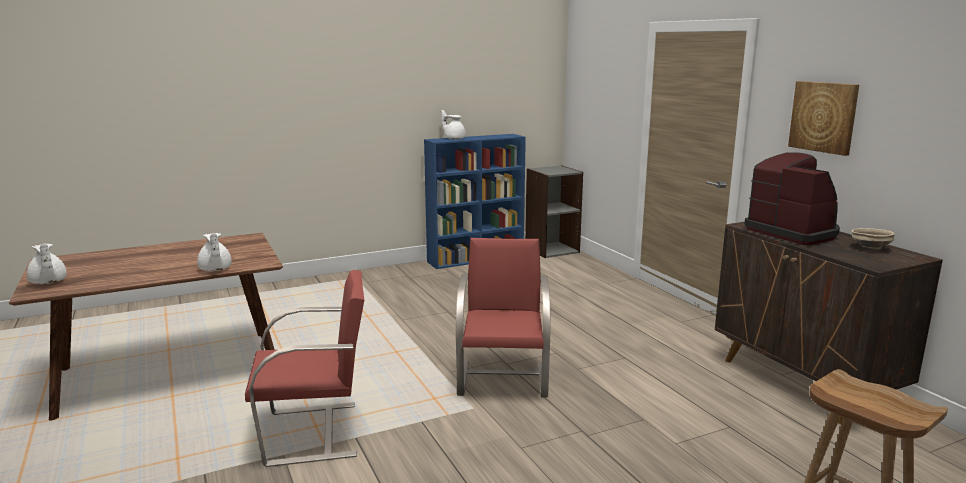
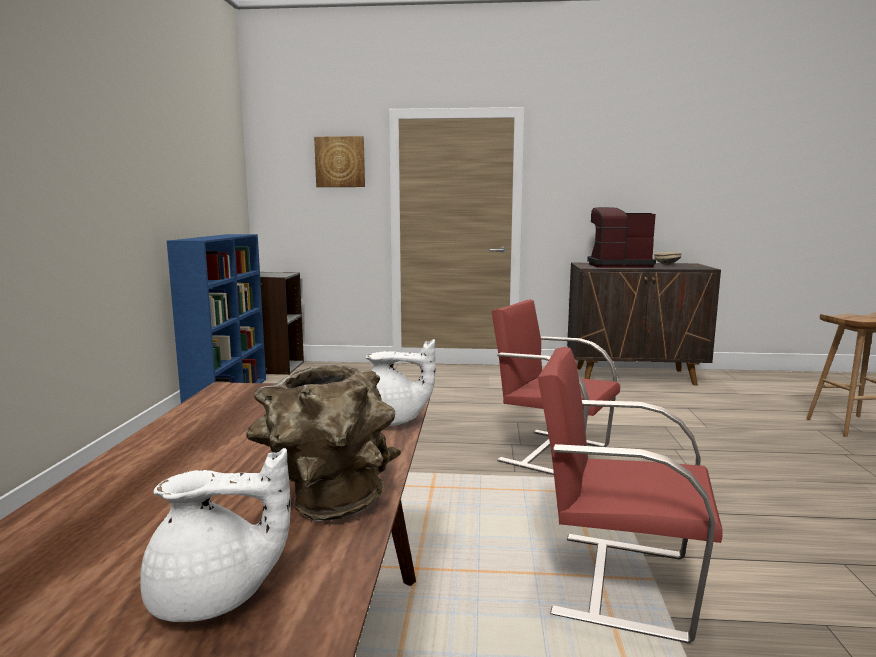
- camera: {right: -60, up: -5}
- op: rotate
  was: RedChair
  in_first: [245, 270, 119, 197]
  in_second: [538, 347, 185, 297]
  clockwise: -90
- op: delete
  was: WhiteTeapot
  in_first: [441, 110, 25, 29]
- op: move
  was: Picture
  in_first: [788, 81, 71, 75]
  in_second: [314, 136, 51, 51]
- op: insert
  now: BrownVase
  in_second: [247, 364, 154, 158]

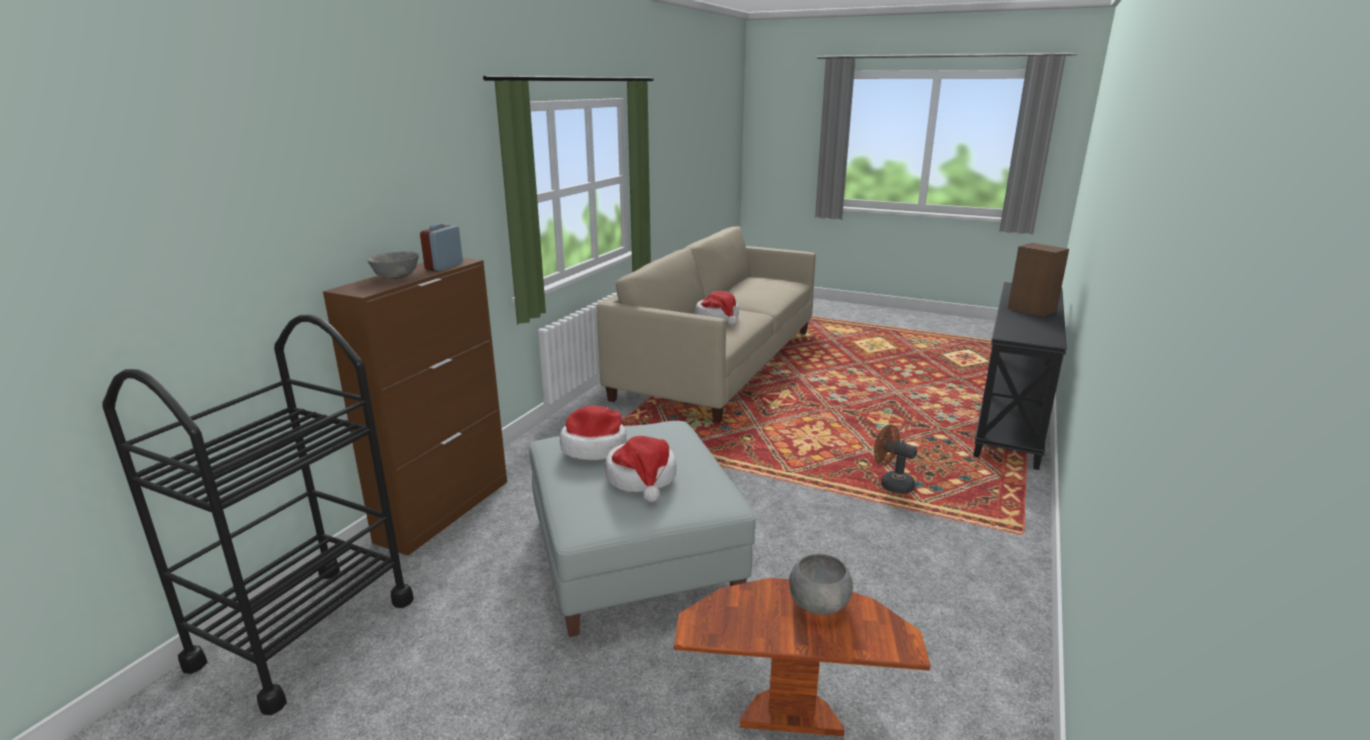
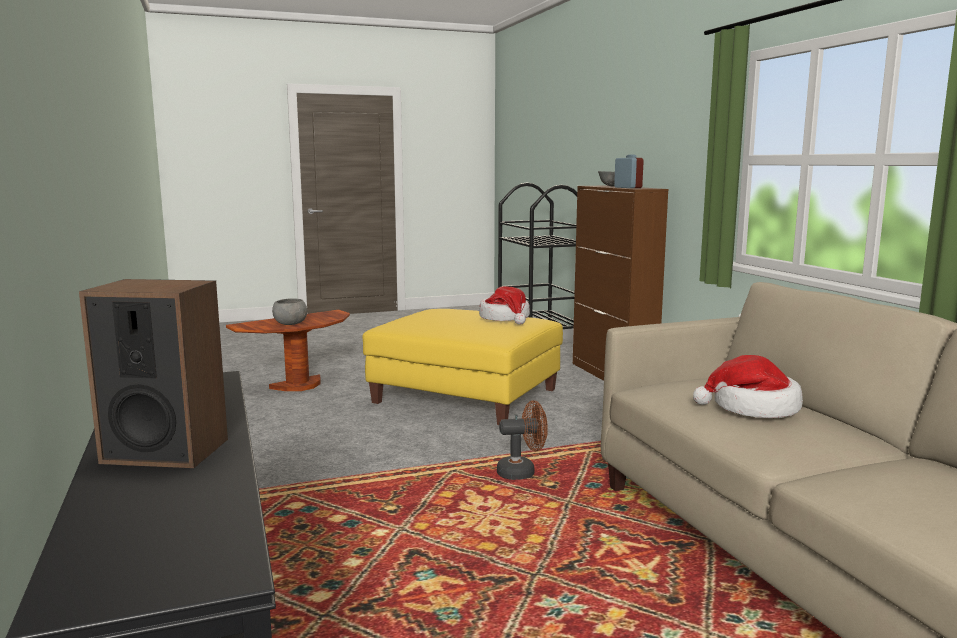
- camera: {right: 135, up: -10}
- op: recolor
  was: GreyOttoman
  now: YellowOttoman
  in_first: [529, 421, 227, 216]
  in_second: [362, 309, 201, 116]
- op: delete
  was: Hat
  in_first: [605, 436, 72, 66]
- op: move
  was: BrownFan
  in_first: [874, 424, 43, 70]
  in_second: [497, 400, 51, 80]

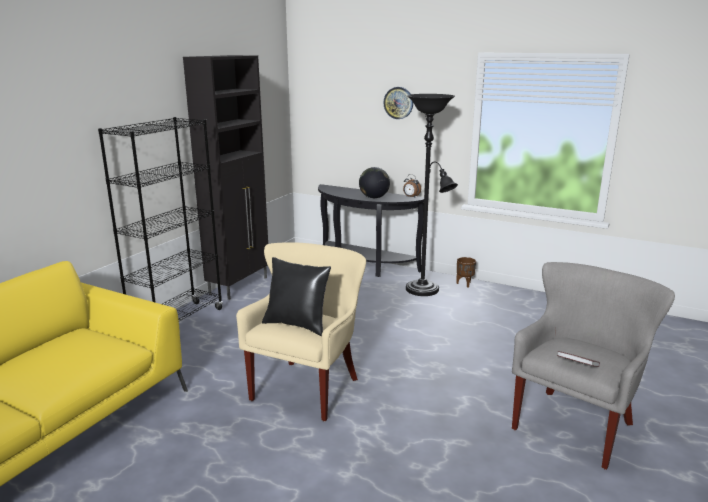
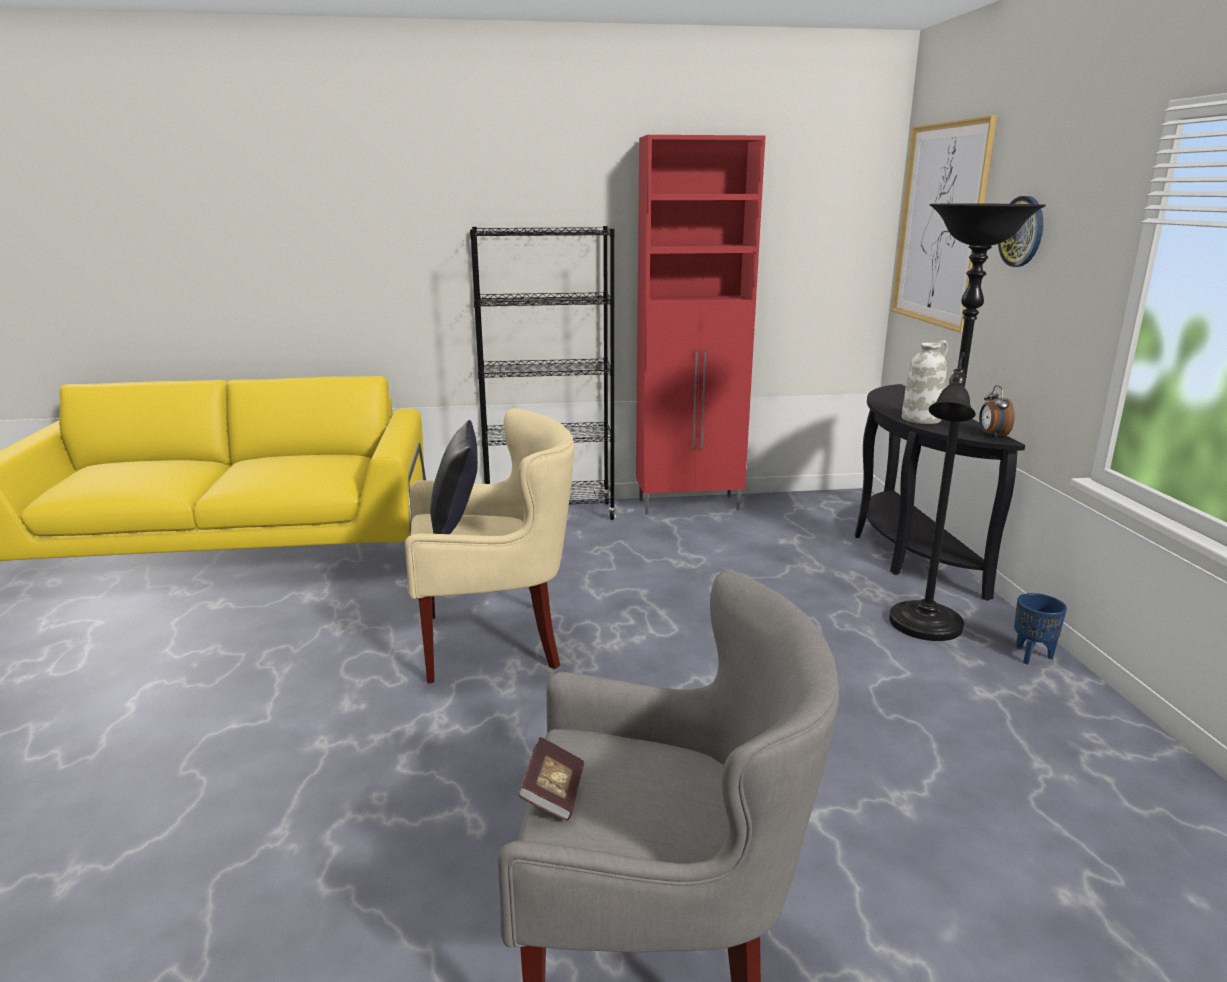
- camera: {right: 55, up: 0}
- op: recolor
  was: BlackCabinet
  now: RedCabinet
  in_first: [183, 55, 85, 245]
  in_second: [636, 135, 130, 380]
- op: replace
  was: Globe
  now: WhiteVase
  in_first: [359, 167, 31, 31]
  in_second: [902, 340, 46, 84]
- op: recolor
  was: BrownPlanter
  now: BluePlanter
  in_first: [457, 257, 19, 31]
  in_second: [1014, 593, 53, 72]
- op: insert
  now: Picture
  in_second: [891, 115, 106, 218]

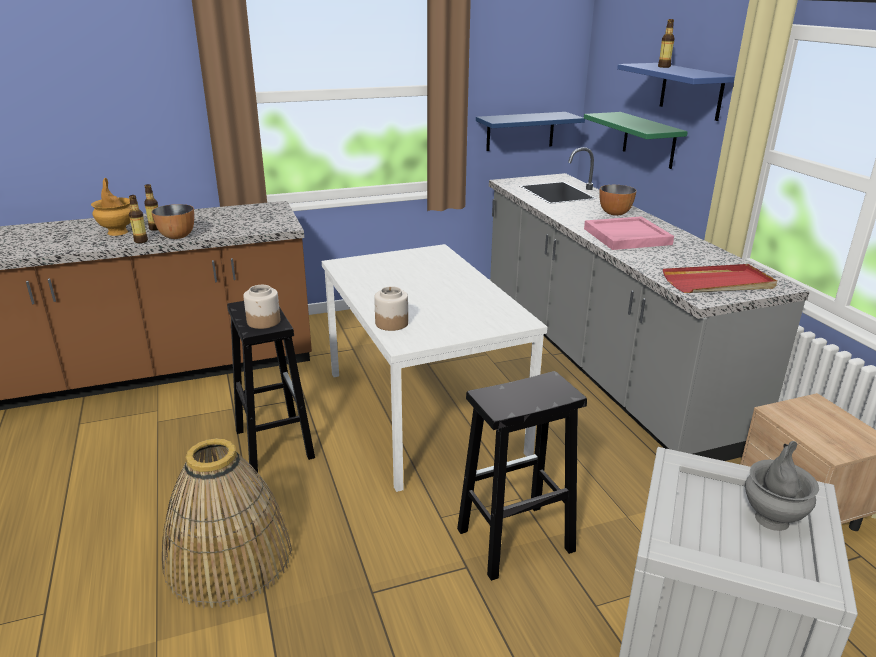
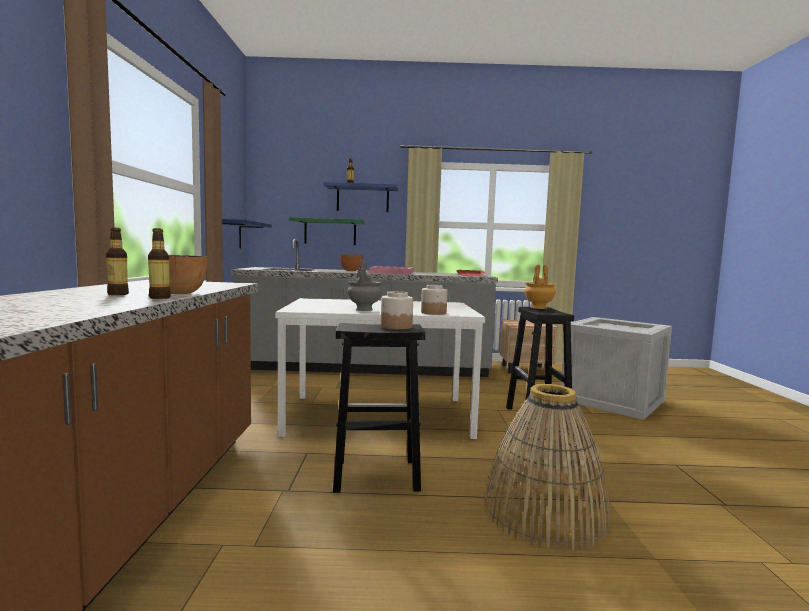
- camera: {right: -70, up: -20}
- op: move
  was: BrownVase
  in_first: [91, 178, 40, 58]
  in_second: [524, 264, 32, 45]
- op: move
  was: GreyVase
  in_first: [745, 441, 74, 90]
  in_second: [347, 260, 35, 51]

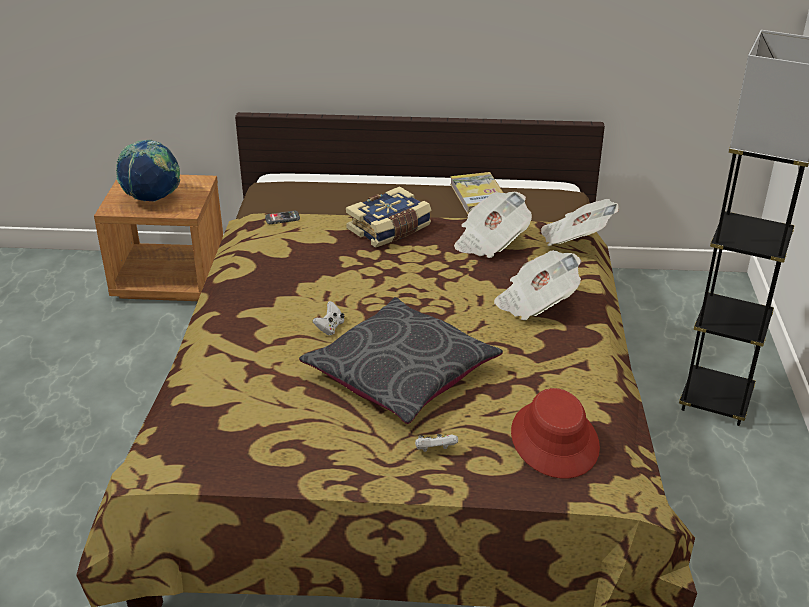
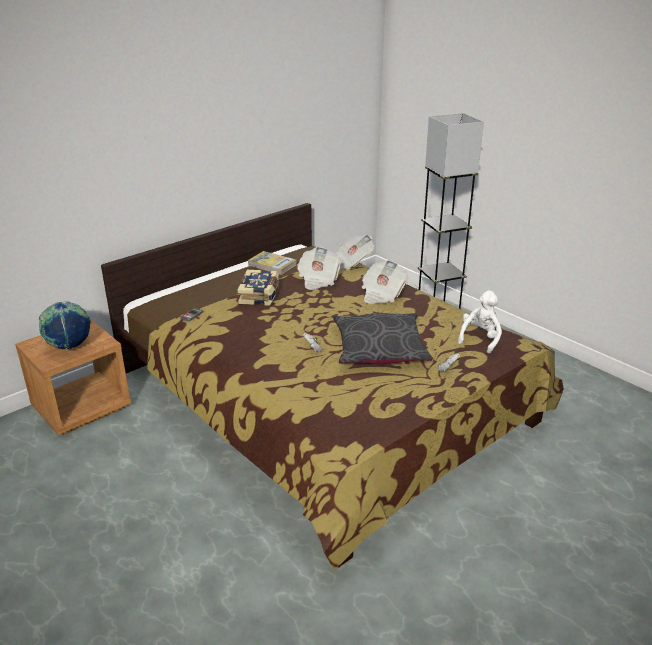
- camera: {right: -45, up: -5}
- op: replace
  was: RedHat
  now: WhitePlushToy
  in_first: [511, 388, 89, 90]
  in_second: [457, 291, 45, 63]

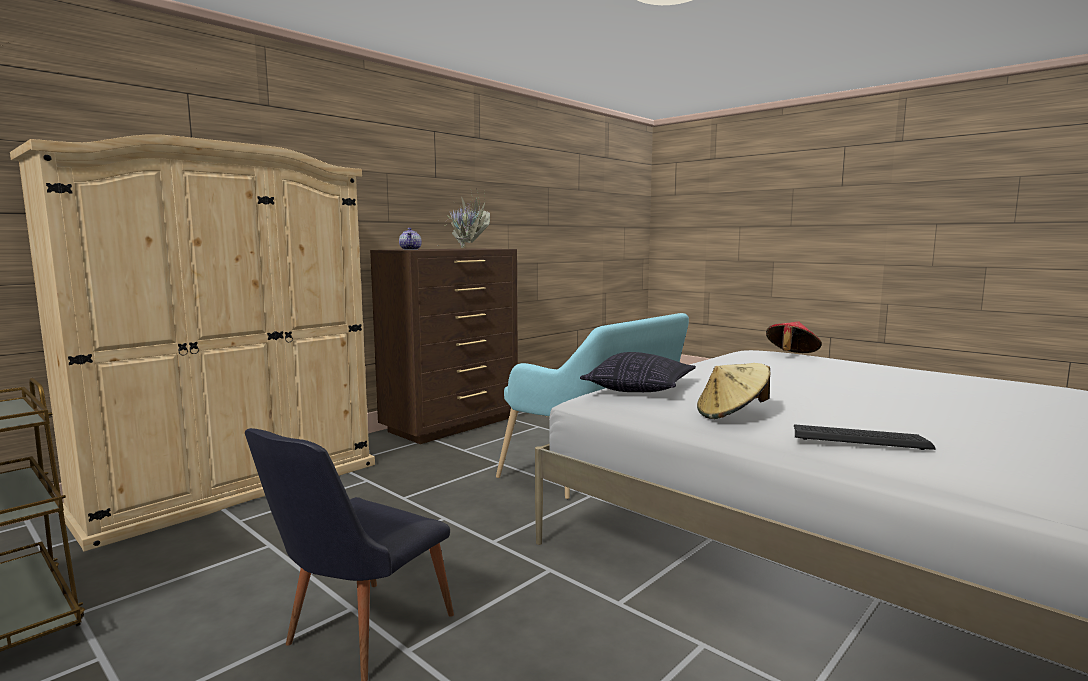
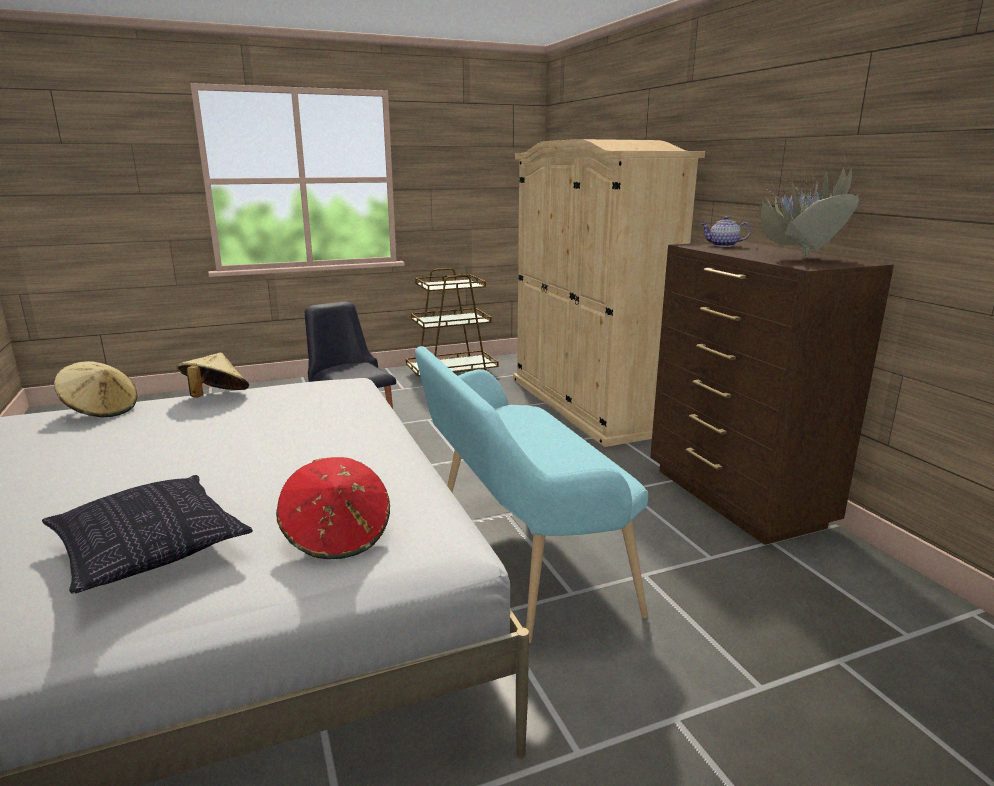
- camera: {right: 115, up: 10}
- op: move
  was: Pillow
  in_first: [580, 352, 116, 40]
  in_second: [42, 475, 211, 118]
- op: replace
  was: Keyboard
  now: BeigeHat
  in_first: [794, 424, 142, 26]
  in_second: [54, 361, 83, 57]

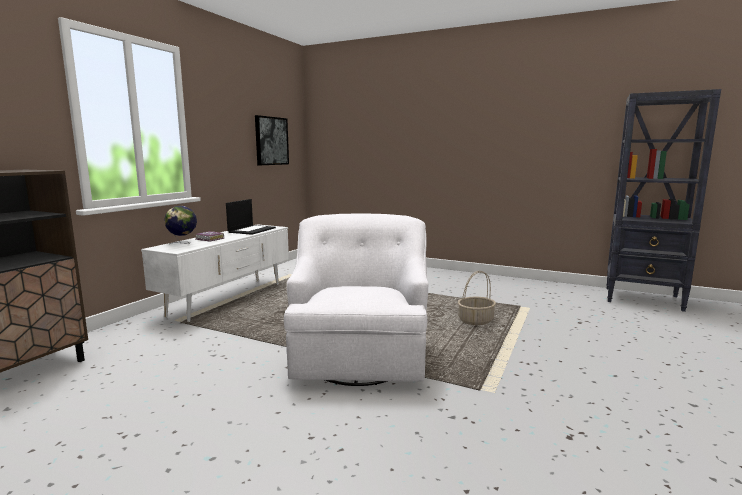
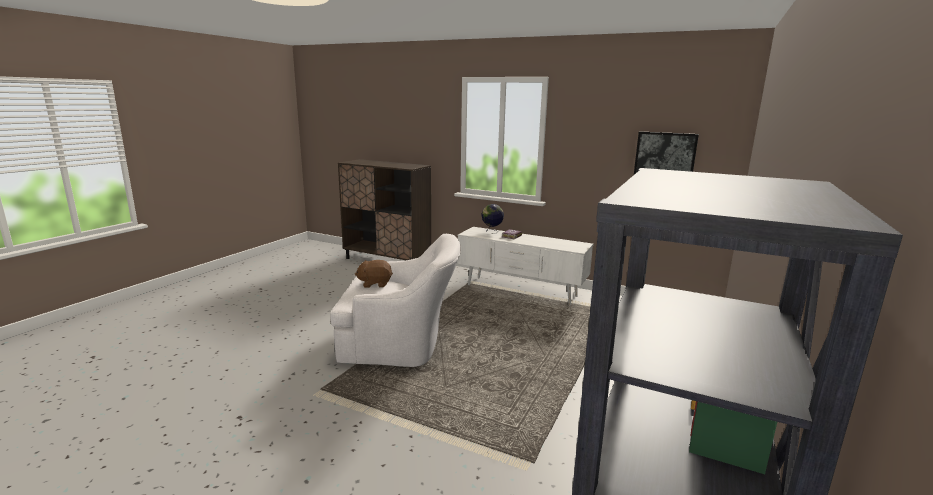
- camera: {right: 90, up: 5}
- op: delete
  was: Laptop
  in_first: [226, 199, 50, 36]
- op: delete
  was: Basket
  in_first: [458, 271, 38, 54]
- op: insert
  now: BrownPlushToy
  in_second: [355, 260, 38, 28]

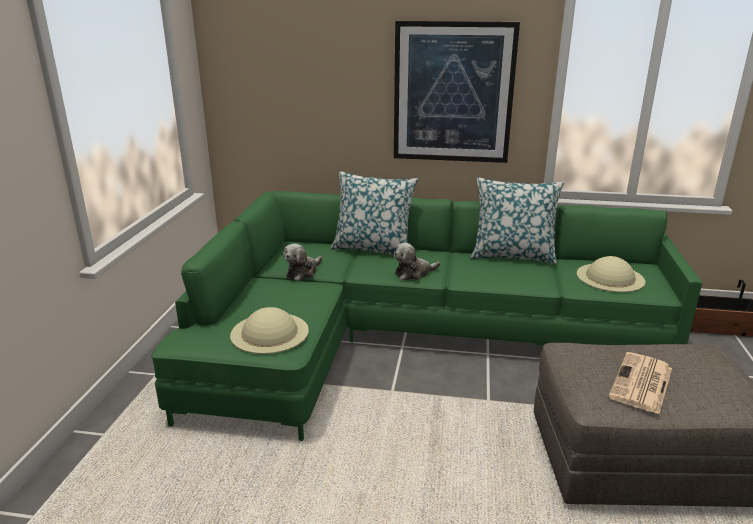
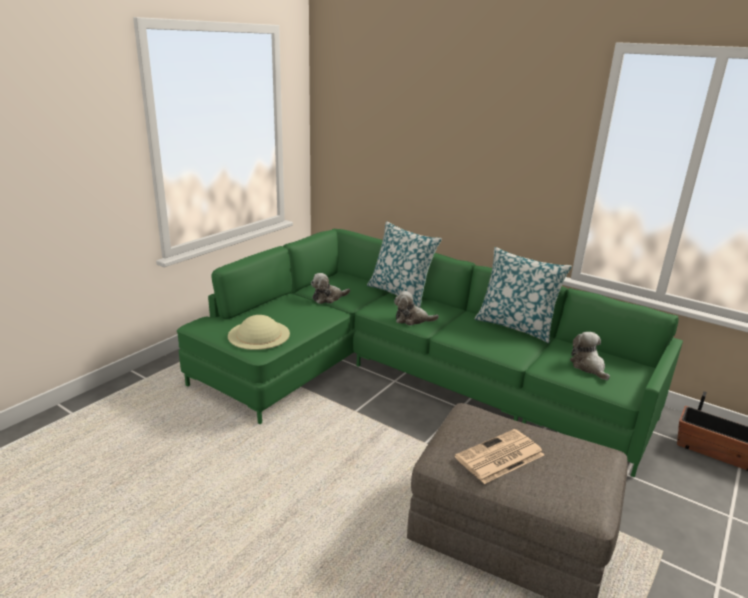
- camera: {right: 25, up: 0}
- op: delete
  was: Picture
  in_first: [394, 21, 126, 142]
- op: replace
  was: BeigeHat
  now: PlushToy
  in_first: [577, 256, 69, 36]
  in_second: [570, 332, 40, 48]

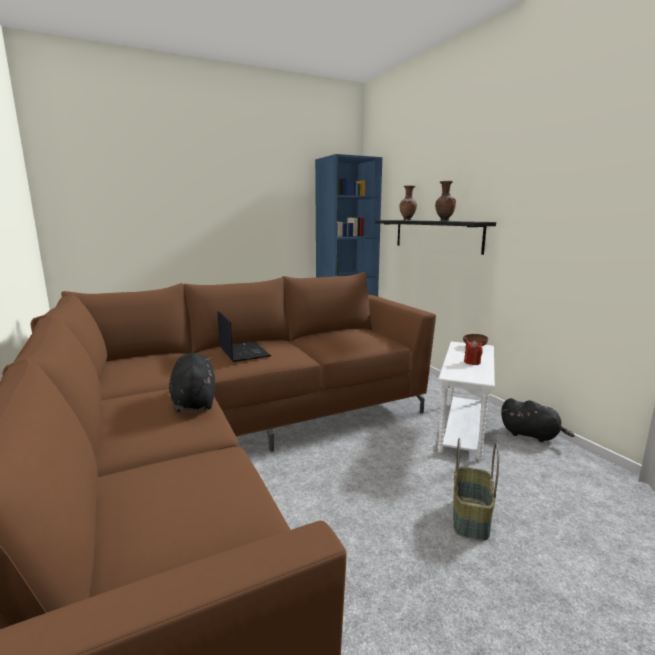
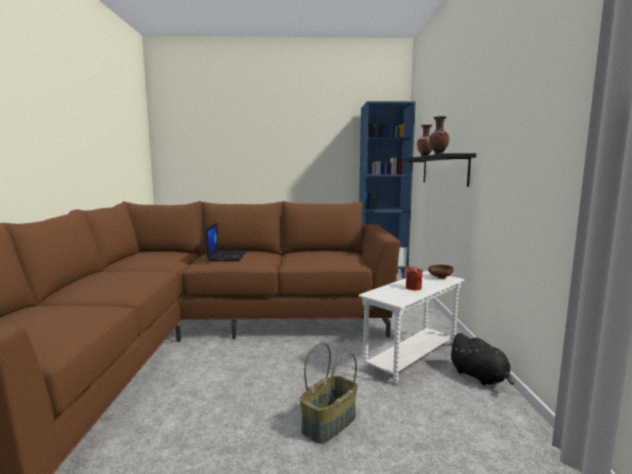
- camera: {right: 25, up: -5}
- op: delete
  was: BlackPlushToy
  in_first: [169, 353, 46, 59]

